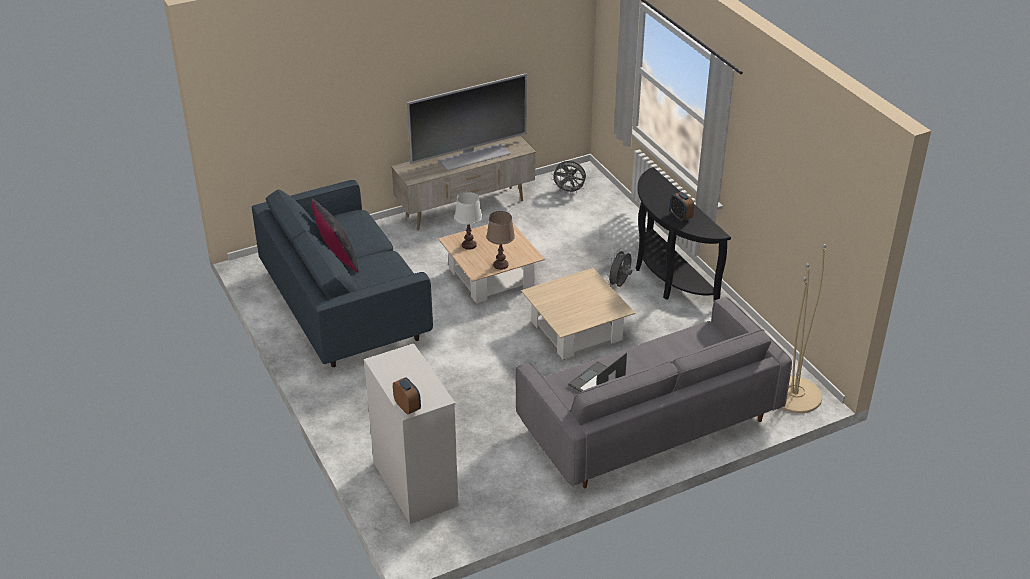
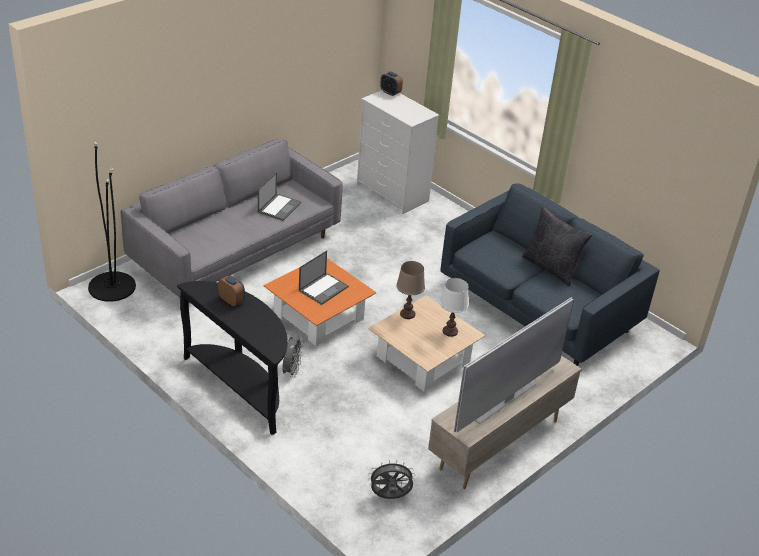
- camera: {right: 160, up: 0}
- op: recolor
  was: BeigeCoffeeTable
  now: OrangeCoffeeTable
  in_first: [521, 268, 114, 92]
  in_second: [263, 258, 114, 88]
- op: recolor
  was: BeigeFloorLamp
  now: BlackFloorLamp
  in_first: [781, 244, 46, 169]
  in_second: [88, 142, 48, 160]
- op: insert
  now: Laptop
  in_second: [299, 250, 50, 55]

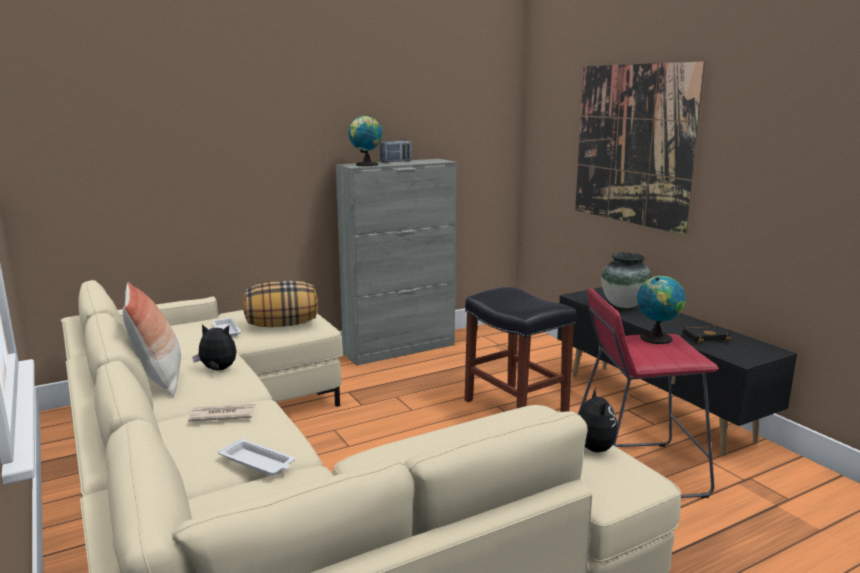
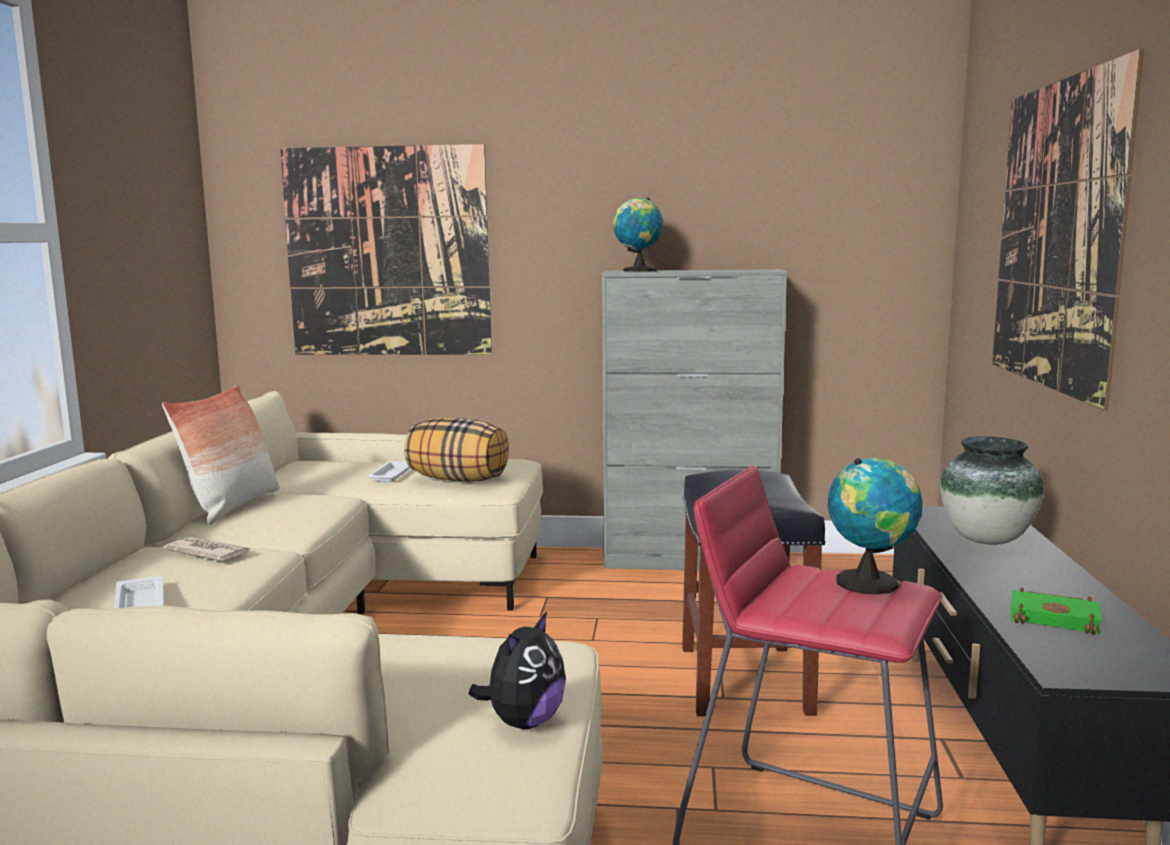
- camera: {right: 35, up: -5}
- op: delete
  was: PlushToy
  in_first: [192, 324, 45, 46]
- op: delete
  was: Radio
  in_first: [380, 138, 32, 25]
- op: recolor
  was: BlackBook
  now: GreenBook
  in_first: [682, 325, 49, 19]
  in_second: [1010, 587, 92, 48]
- op: insert
  now: Picture
  in_second: [280, 144, 212, 211]

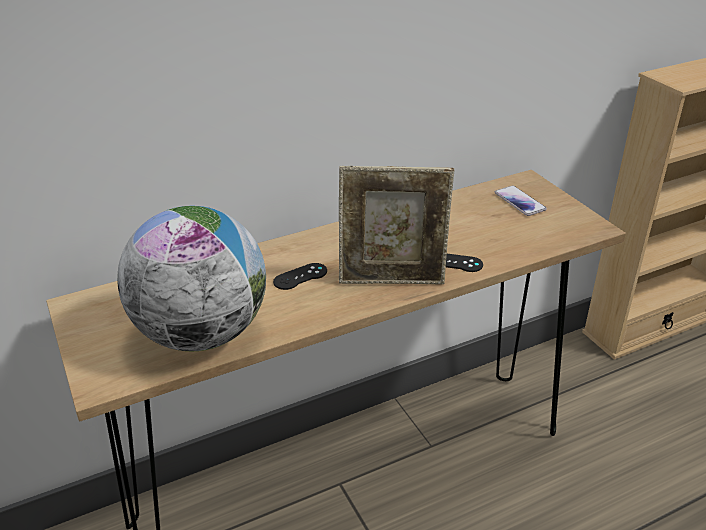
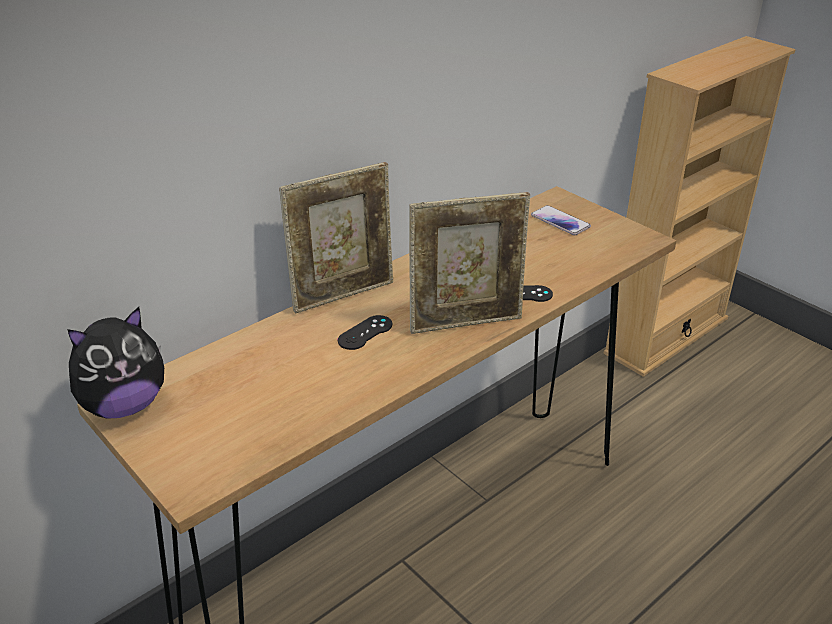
- camera: {right: -15, up: 0}
- op: delete
  was: Globe
  in_first: [117, 206, 149, 145]
- op: insert
  now: PlushToy
  in_second: [67, 307, 97, 112]
- op: insert
  now: PictureFrame
  in_second: [279, 162, 114, 152]

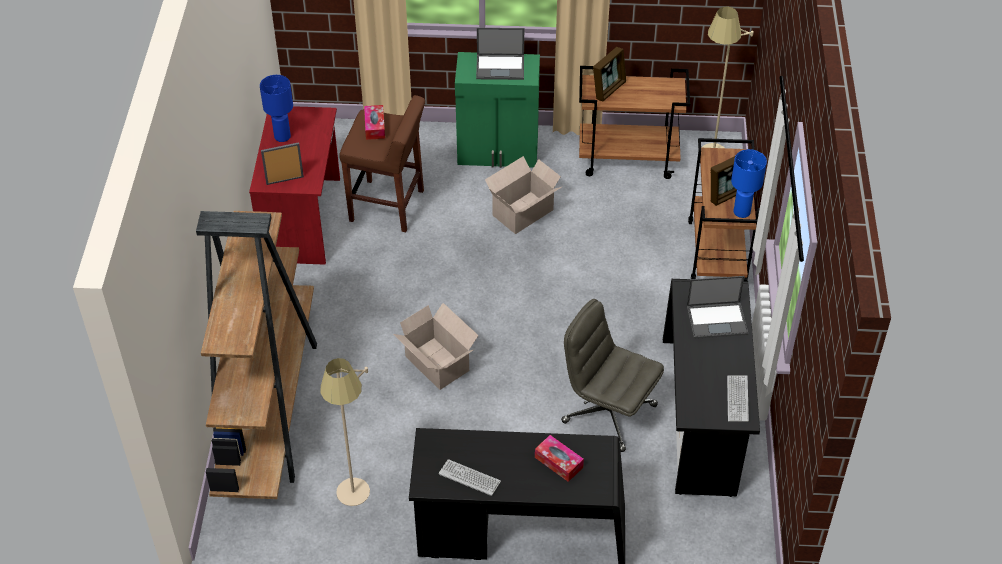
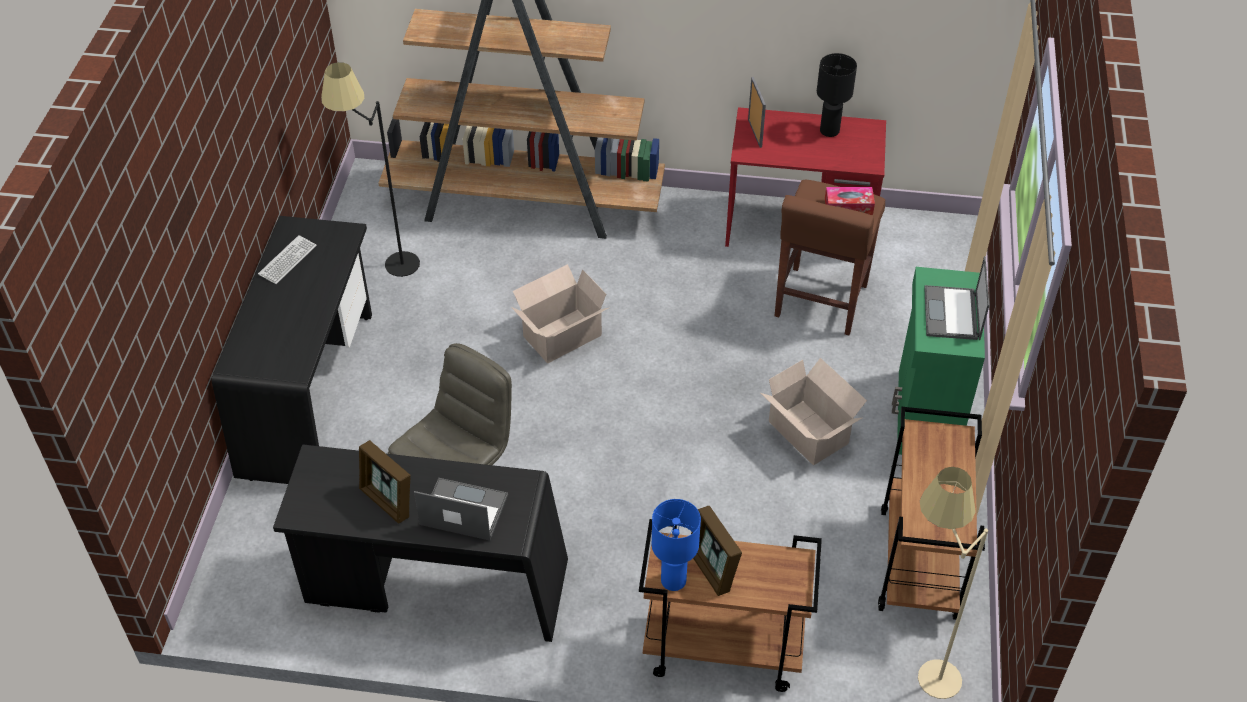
- camera: {right: 95, up: 0}
- op: recolor
  was: BlueTableLamp
  now: BlackTableLamp
  in_first: [260, 75, 33, 67]
  in_second: [817, 53, 40, 84]
- op: recolor
  was: BeigeFloorLamp
  now: BlackFloorLamp
  in_first: [320, 358, 50, 148]
  in_second: [321, 62, 99, 215]
- op: delete
  was: TissueBox
  in_first: [535, 435, 49, 47]
- op: move
  was: PictureFrame
  in_first: [593, 47, 33, 54]
  in_second: [359, 441, 52, 82]
- op: rotate
  was: Laptop
  in_first: [686, 276, 62, 63]
  in_second: [414, 478, 94, 63]
  clockwise: 105
- op: delete
  was: Keyboard
  in_first: [727, 375, 22, 47]

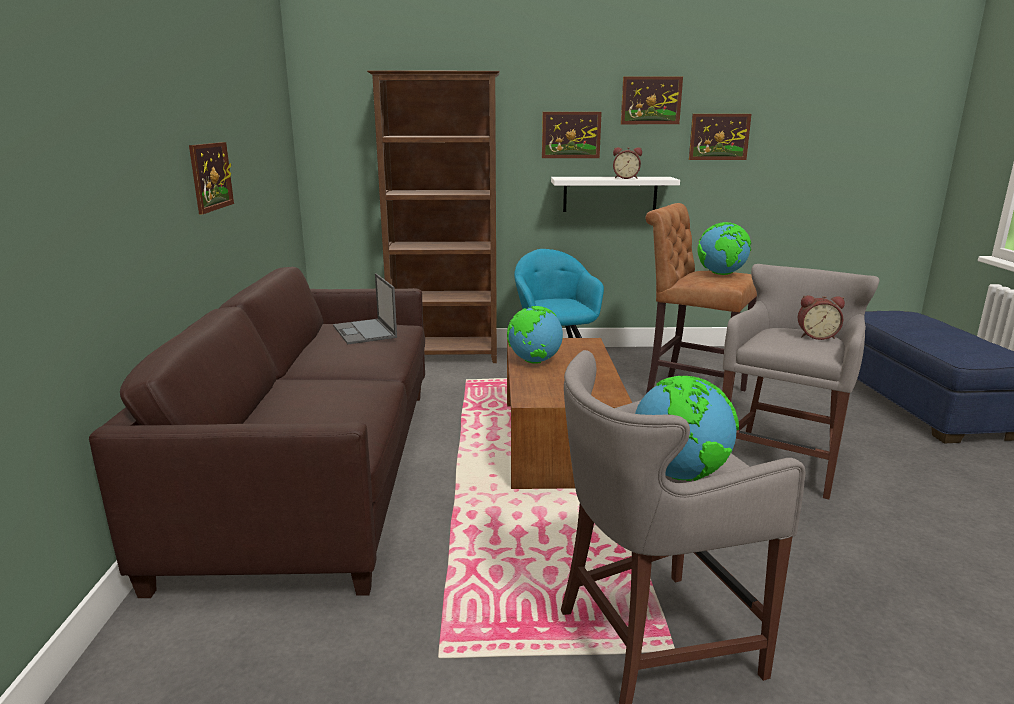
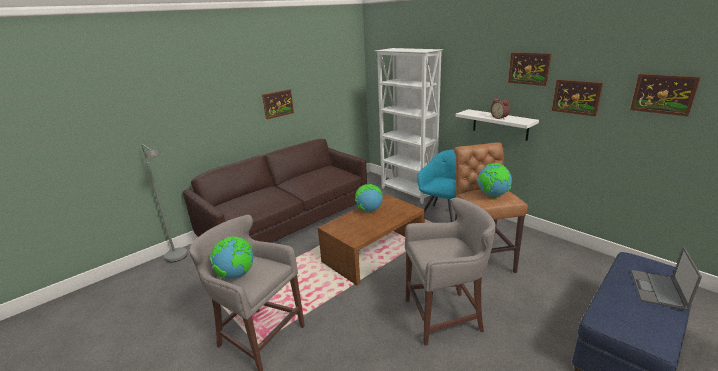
- camera: {right: 50, up: 5}
- op: move
  was: Laptop
  in_first: [333, 273, 64, 71]
  in_second: [631, 247, 71, 63]
- op: recolor
  was: BrownBookcase
  now: WhiteBookcase
  in_first: [367, 71, 133, 292]
  in_second: [375, 48, 68, 156]
- op: move
  was: Picture
  in_first: [542, 112, 60, 46]
  in_second: [630, 74, 71, 42]
- op: delete
  was: AlarmClock
  in_first: [798, 295, 47, 45]
- op: insert
  now: GreyFloorLamp
  in_second: [142, 144, 46, 118]

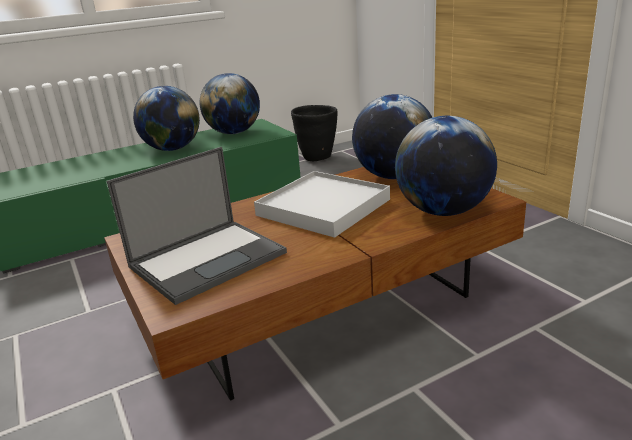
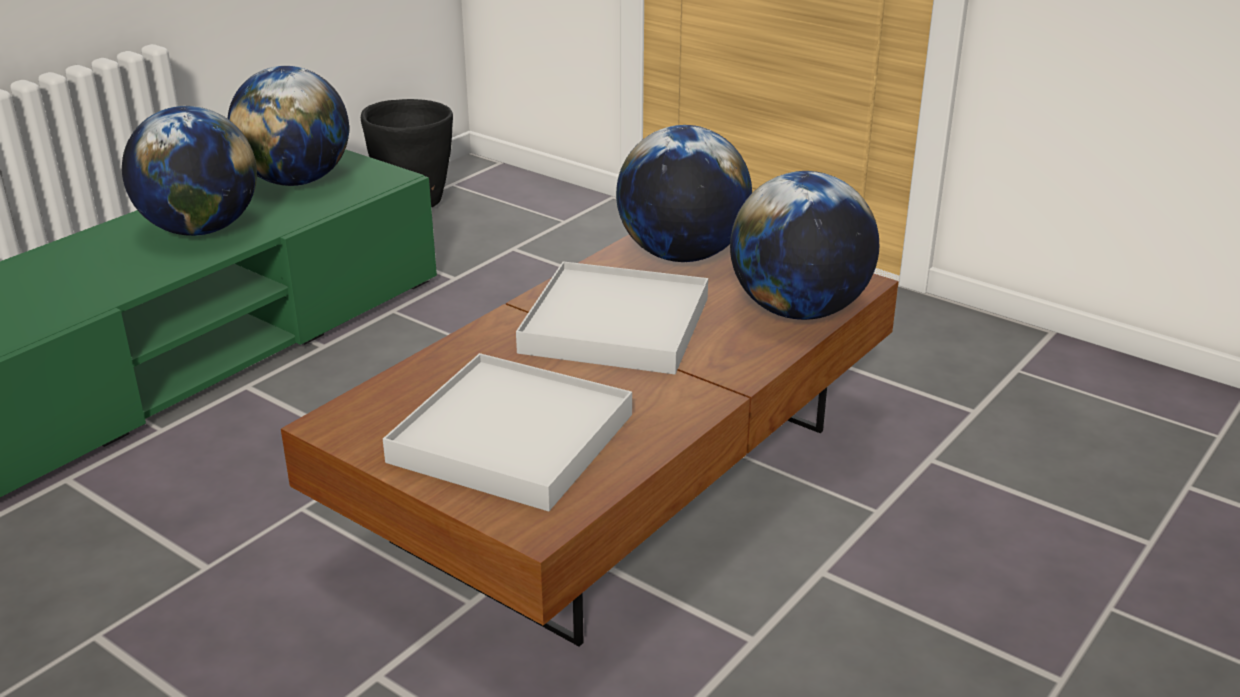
- camera: {right: -25, up: 5}
- op: replace
  was: Laptop
  now: WhiteTray
  in_first: [107, 147, 180, 158]
  in_second: [383, 353, 249, 158]

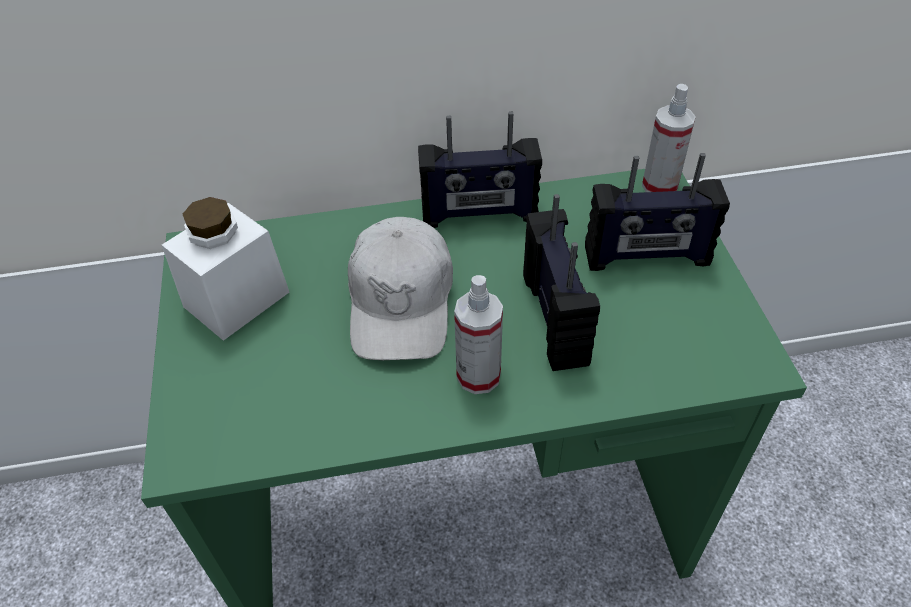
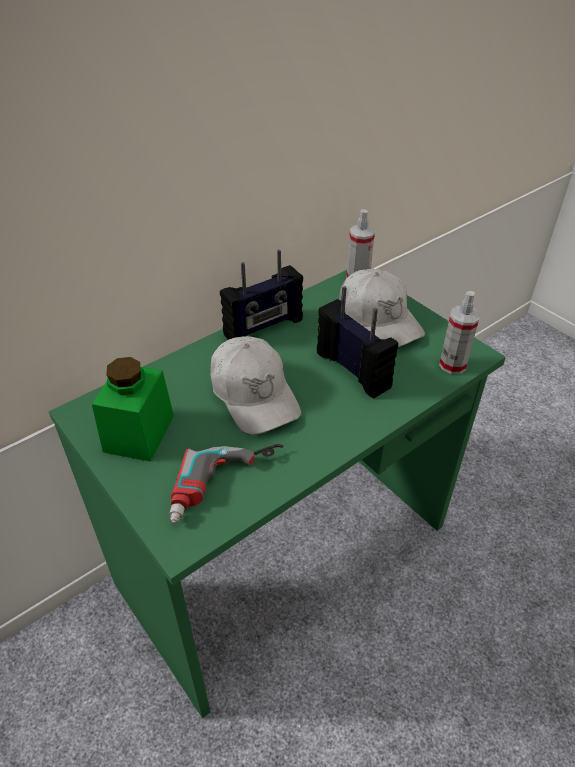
- camera: {right: -30, up: -5}
- op: recolor
  was: WhiteJar
  now: GreenJar
  in_first: [162, 197, 127, 144]
  in_second: [92, 357, 82, 105]
- op: move
  was: SprayBottle
  in_first: [454, 275, 49, 119]
  in_second: [439, 291, 41, 83]
- op: replace
  was: Radio
  now: WhiteCap
  in_first: [585, 153, 145, 118]
  in_second: [340, 269, 85, 78]
- op: insert
  now: PowerDrill
  in_second: [169, 444, 115, 79]

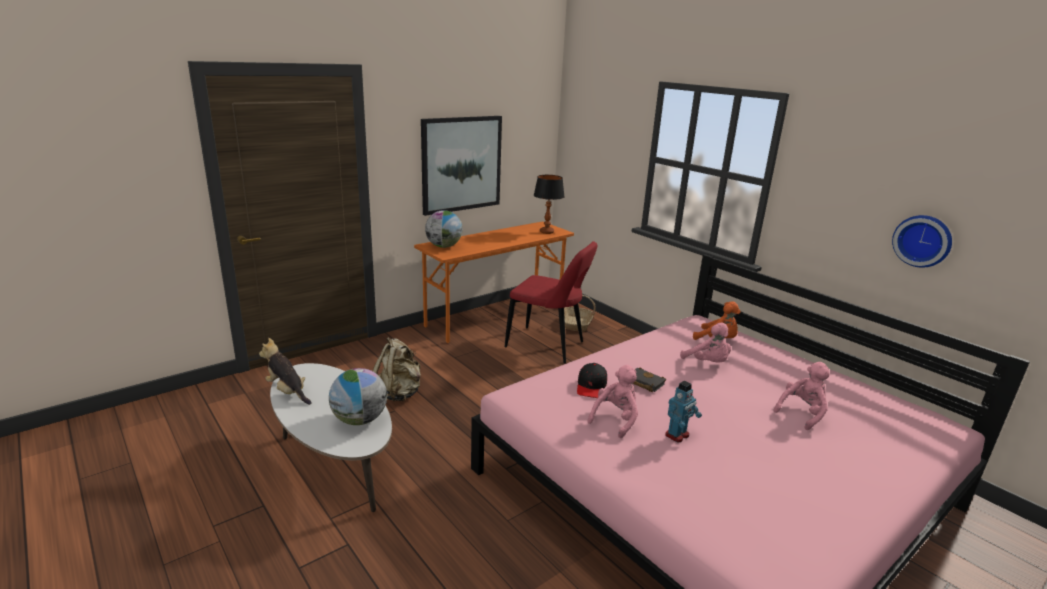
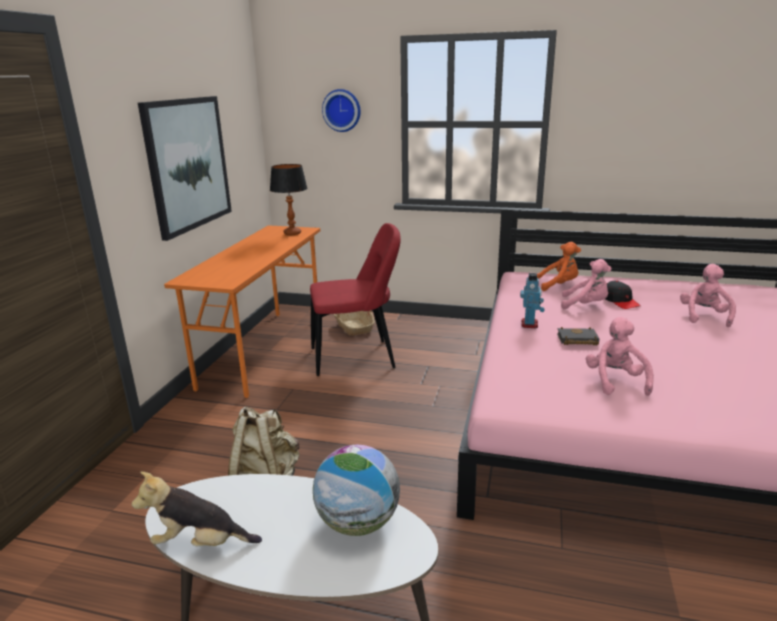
- camera: {right: -35, up: 0}
- op: delete
  was: Globe
  in_first: [425, 210, 37, 38]
- op: move
  was: BlackCap
  in_first: [577, 363, 30, 35]
  in_second: [605, 281, 35, 28]
- op: move
  was: ToyRobot
  in_first: [665, 381, 37, 61]
  in_second: [520, 273, 25, 55]
- op: move
  was: WallClock
  in_first: [892, 215, 60, 53]
  in_second: [322, 89, 39, 43]

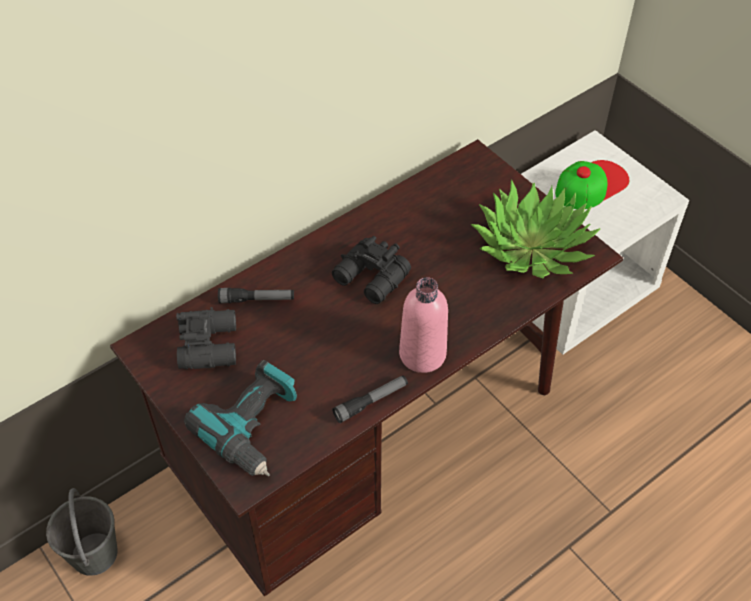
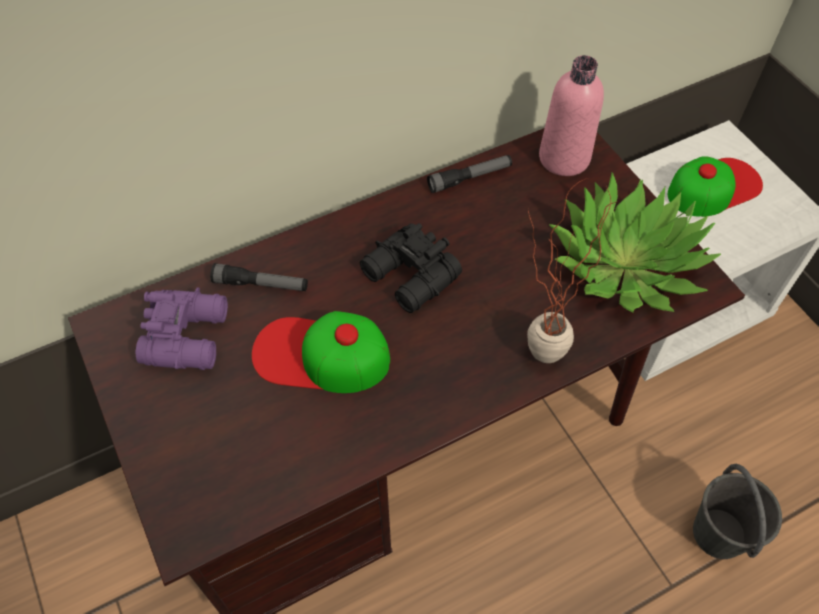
- camera: {right: 10, up: 5}
- op: move
  was: GreyBucket
  in_first: [46, 488, 71, 88]
  in_second: [693, 464, 89, 95]
- op: recolor
  was: BlackBinoculars
  now: PurpleBinoculars
  in_first: [176, 307, 60, 62]
  in_second: [136, 287, 92, 83]
- op: delete
  was: PowerDrill
  in_first: [184, 360, 113, 116]
- op: move
  was: Flashlight
  in_first: [332, 375, 76, 48]
  in_second: [427, 155, 85, 38]
- op: move
  was: PinkBottle
  in_first: [399, 277, 49, 96]
  in_second: [539, 55, 65, 121]
- op: insert
  now: Cap
  in_second: [252, 311, 138, 82]
- op: insert
  now: PottedPlant
  in_second: [527, 178, 89, 185]

